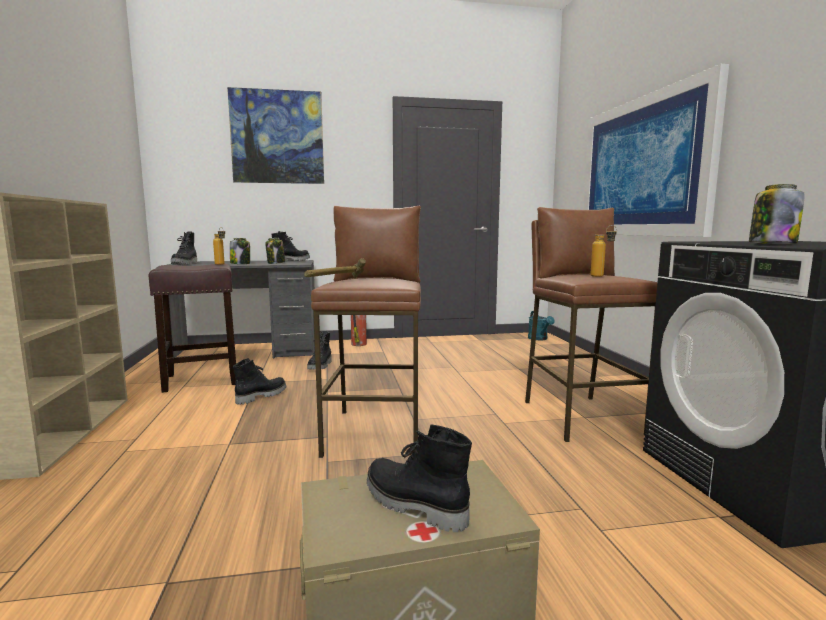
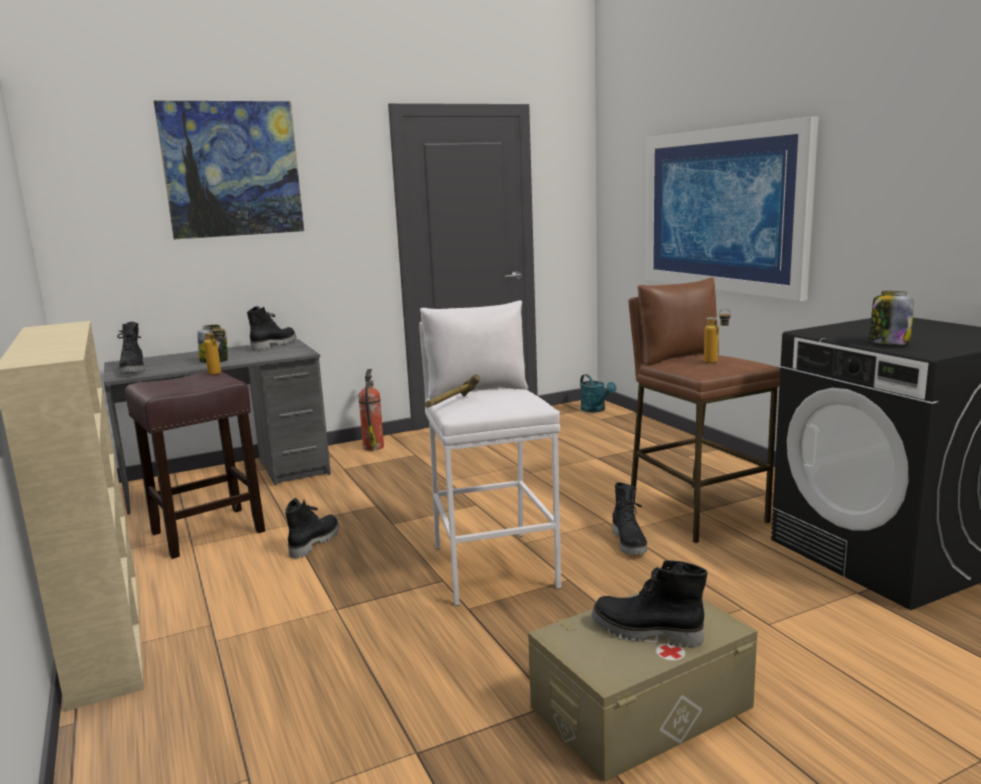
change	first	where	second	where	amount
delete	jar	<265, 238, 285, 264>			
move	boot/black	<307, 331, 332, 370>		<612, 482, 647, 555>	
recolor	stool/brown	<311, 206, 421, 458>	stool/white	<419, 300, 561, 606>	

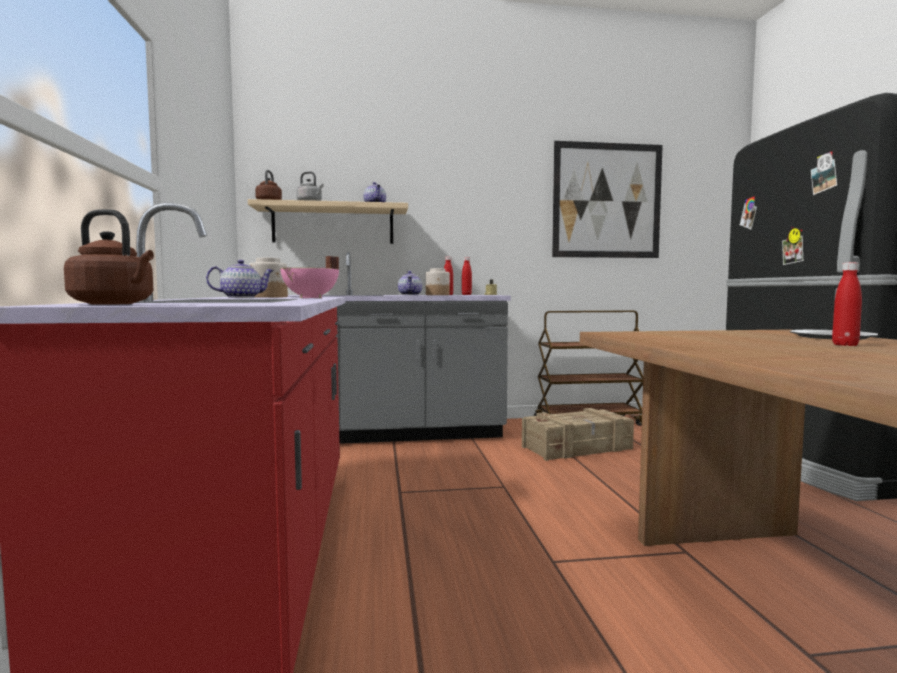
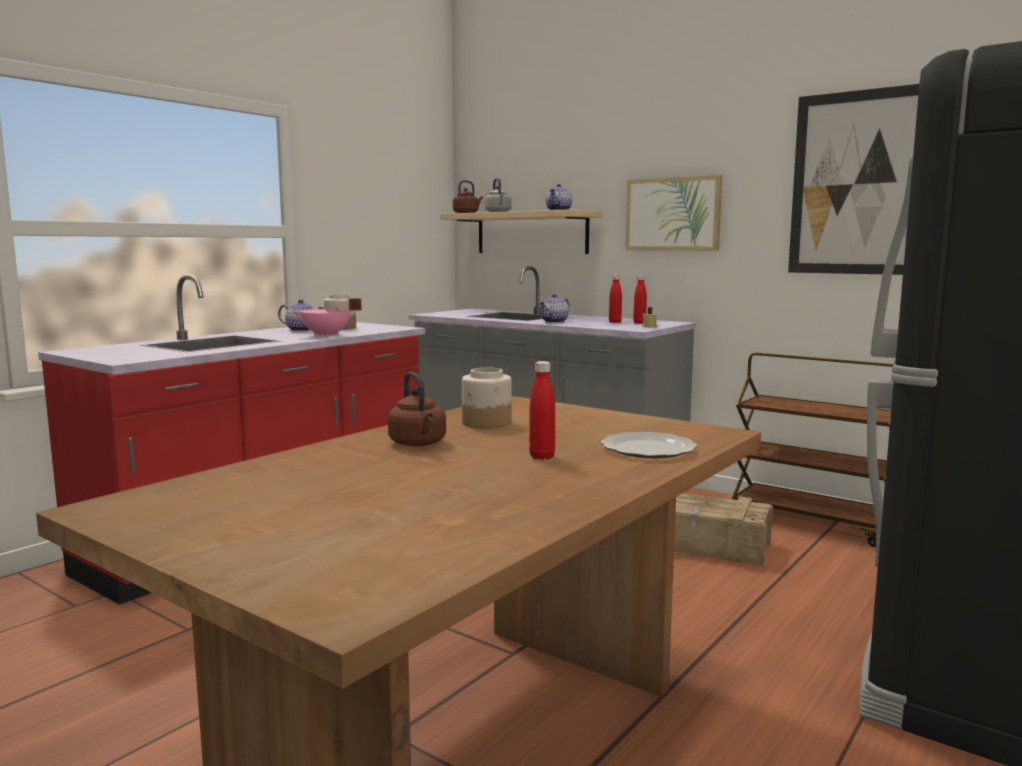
change	first	where	second	where	amount
move	kettle/brown	<64, 209, 154, 305>		<388, 372, 446, 446>	
move	jar	<426, 268, 450, 295>		<462, 367, 512, 429>	
insert			picture	<625, 175, 722, 251>	

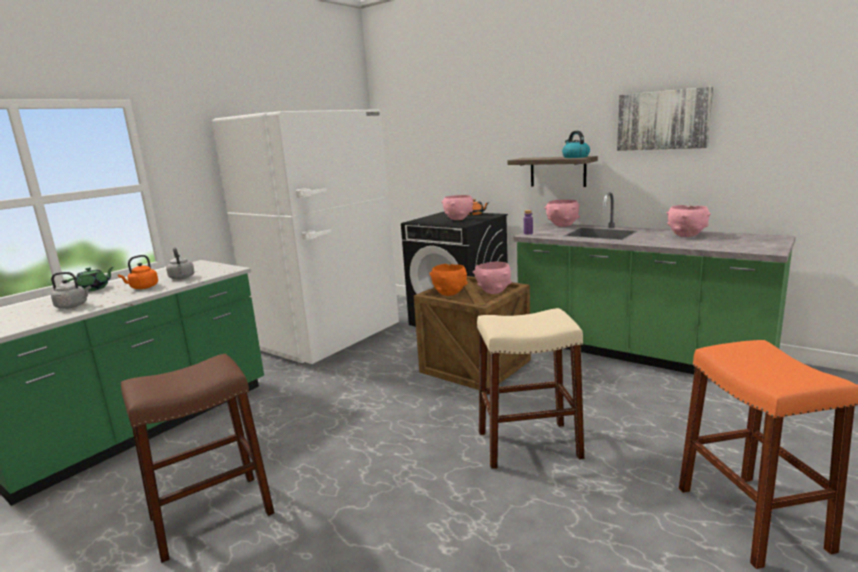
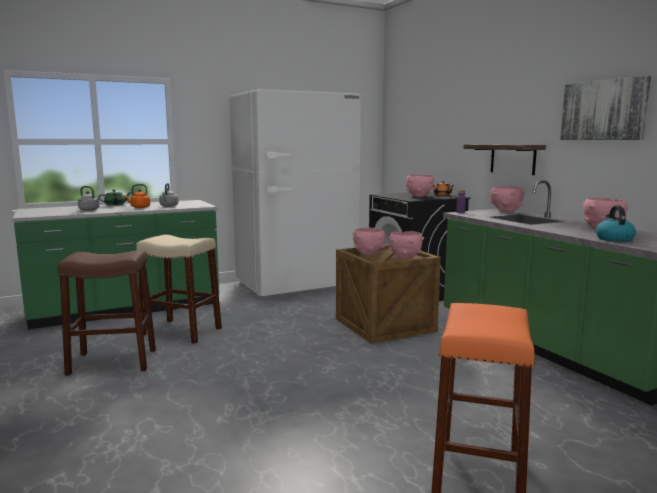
change	first	where	second	where	amount
recolor	bowl/orange	<429, 264, 468, 296>	bowl/pink	<353, 228, 385, 255>	
move	stool/beige	<477, 308, 585, 469>		<136, 235, 222, 344>	
move	kettle	<562, 131, 590, 158>		<596, 206, 636, 242>	

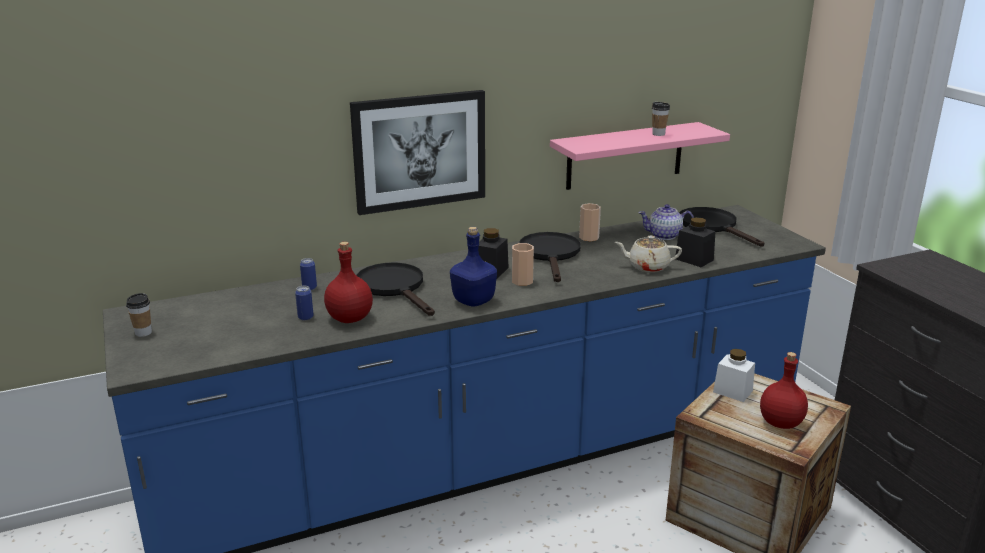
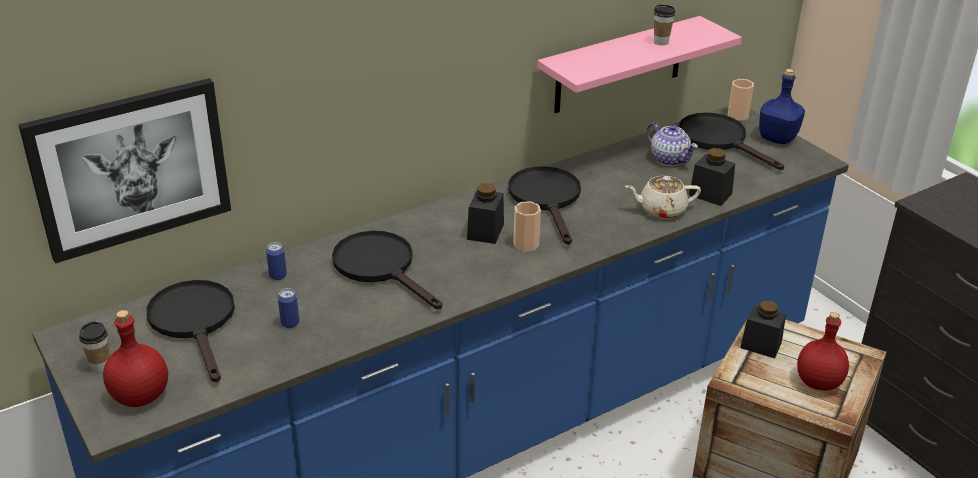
change	first	where	second	where	amount
move	bottle/red	<324, 242, 373, 323>		<103, 310, 168, 407>	
move	picture	<350, 90, 485, 215>		<18, 78, 231, 263>	
move	bottle/blue	<450, 227, 497, 307>		<759, 69, 805, 144>	
move	cup	<579, 203, 601, 242>		<728, 79, 754, 121>	
rotate	teapot	<638, 204, 694, 240>		<646, 123, 698, 166>	120 degrees counterclockwise
recolor	jar/white	<713, 349, 755, 402>	jar/black	<740, 301, 786, 358>	
insert			frying pan/black	<146, 280, 235, 382>	

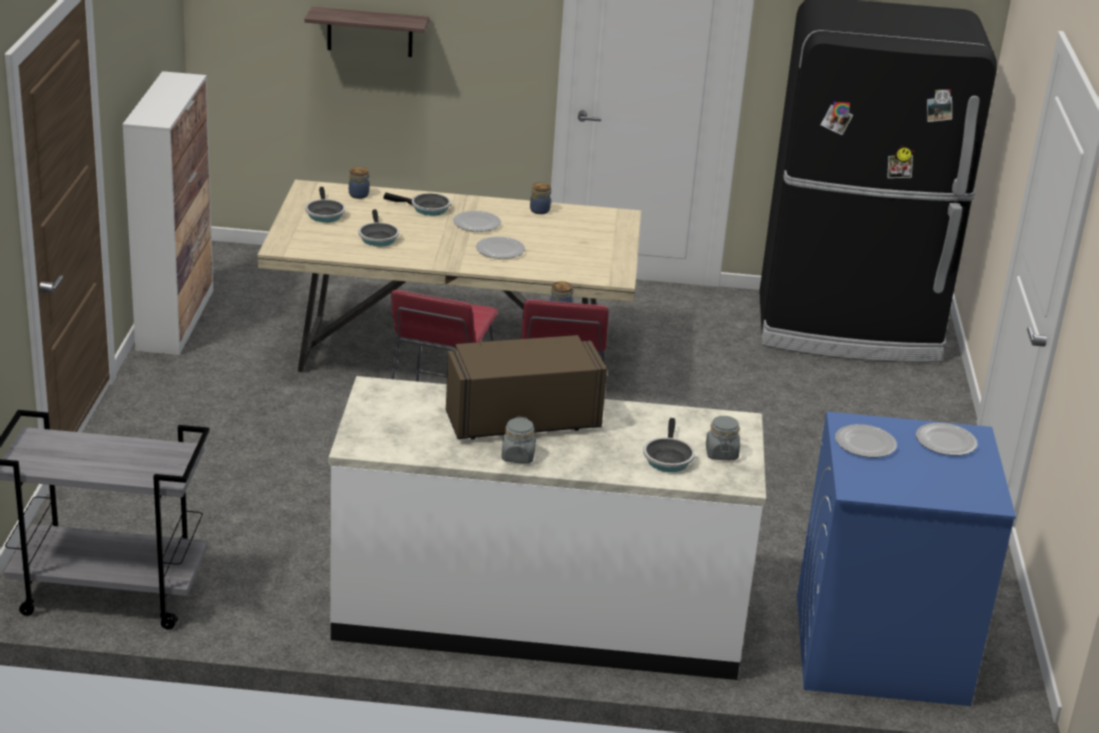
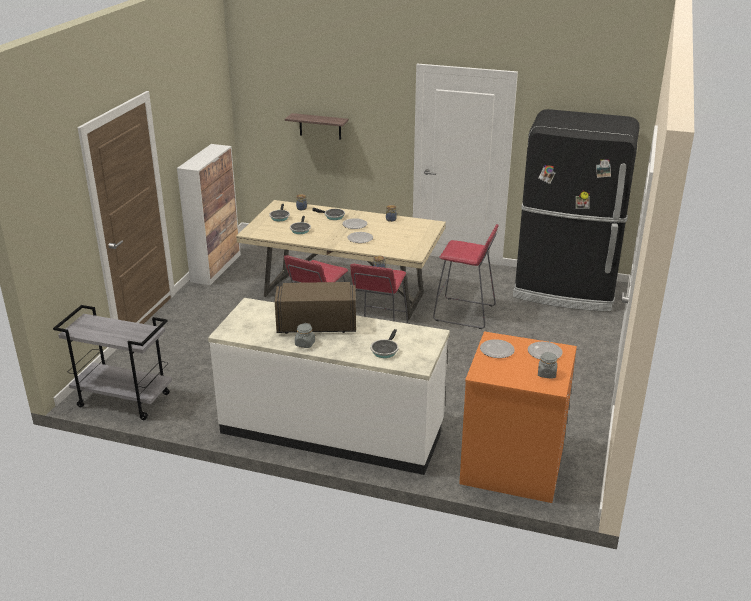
change	first	where	second	where	amount
move	jar/grey	<706, 416, 740, 460>		<538, 352, 557, 379>	
recolor	washing machine/blue	<797, 412, 1016, 706>	washing machine/orange	<459, 331, 577, 503>	
insert			stool/red	<433, 224, 499, 329>	

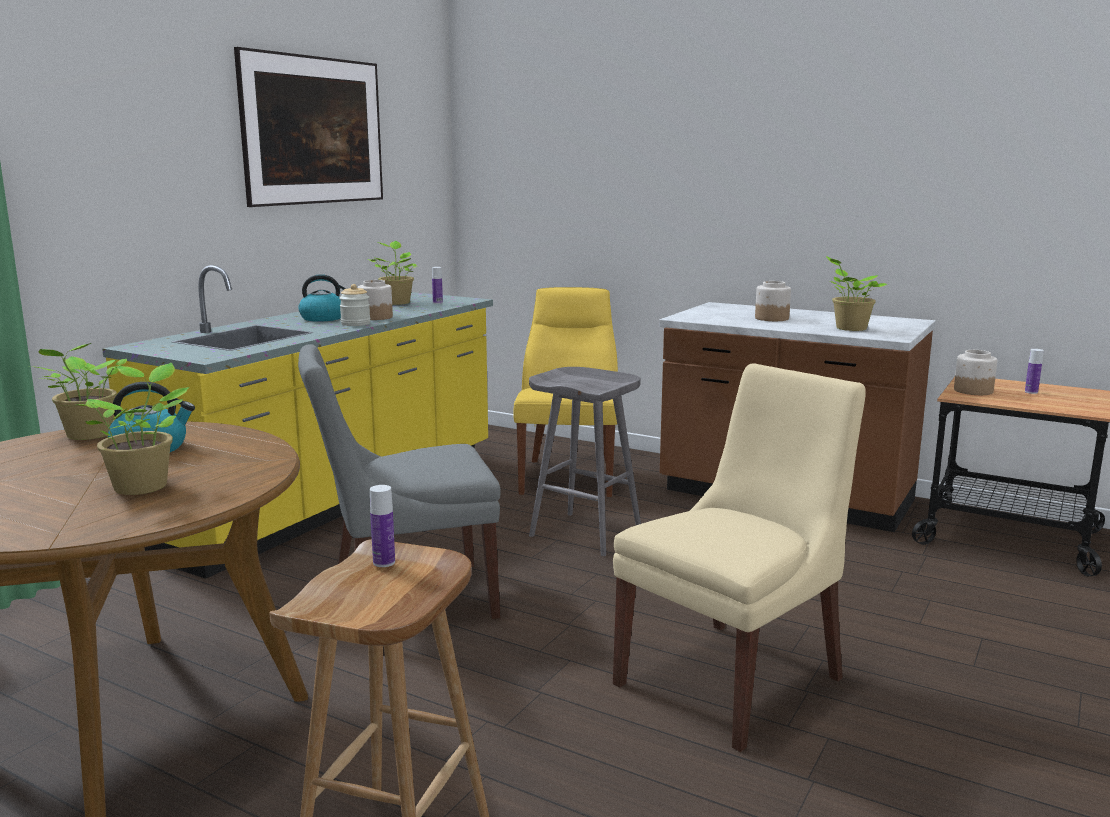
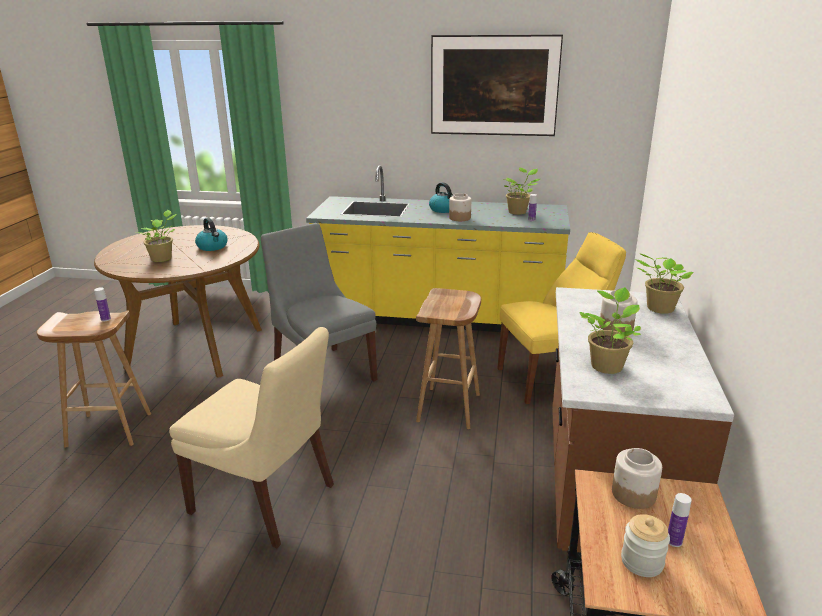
change	first	where	second	where	amount
move	potted plant	<30, 343, 127, 440>		<635, 253, 694, 314>	
move	jar	<339, 284, 370, 326>		<621, 514, 670, 577>	
recolor	stool/grey	<529, 367, 641, 556>	stool/brown	<416, 288, 481, 429>	

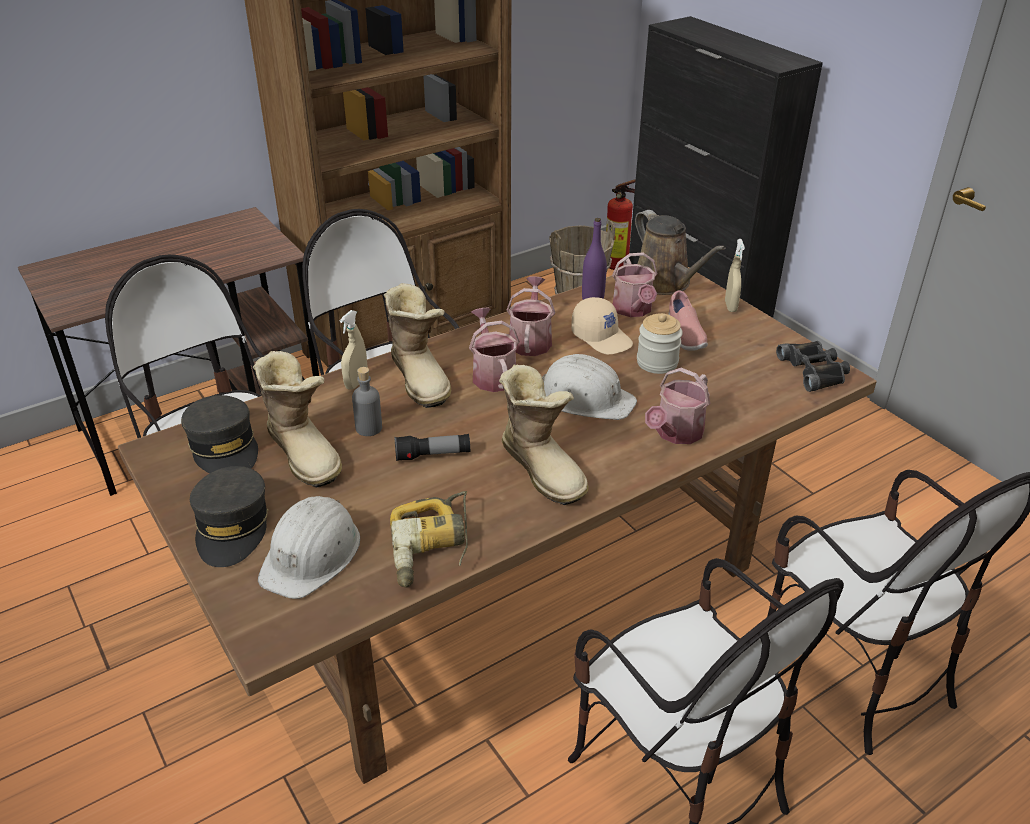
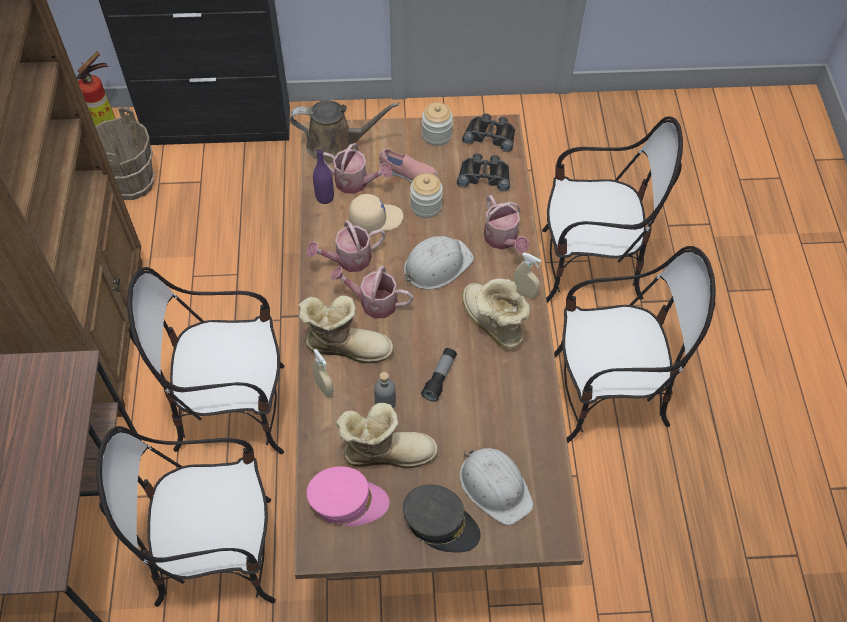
change	first	where	second	where	amount
recolor	cap/grey	<181, 395, 258, 474>	cap/pink	<307, 466, 389, 526>	
delete	power drill	<390, 491, 468, 588>			
rotate	boot	<499, 365, 589, 505>		<462, 279, 530, 349>	120 degrees counterclockwise
rotate	watering can	<506, 276, 555, 356>		<306, 220, 385, 272>	60 degrees counterclockwise
move	spray bottle/beige	<725, 239, 745, 312>		<513, 253, 541, 299>	
insert			jar	<422, 102, 453, 146>	
insert			binoculars/black	<457, 153, 510, 192>	

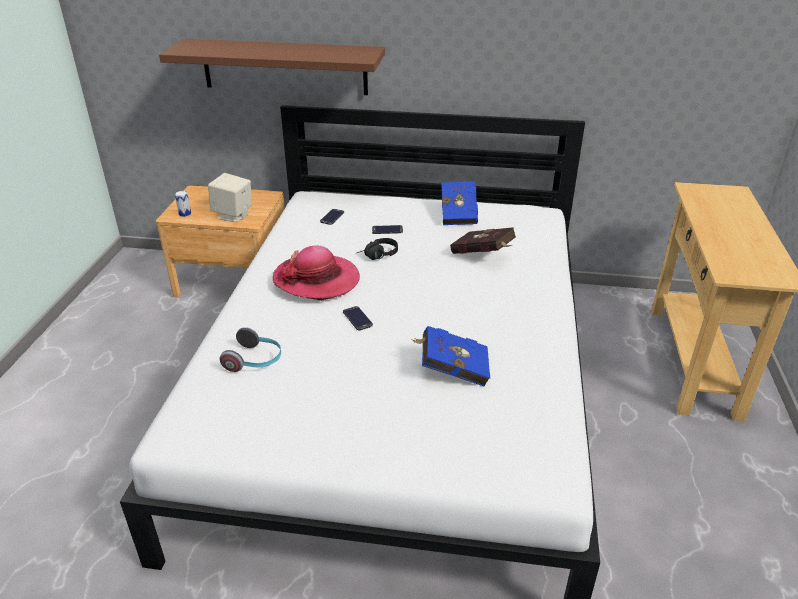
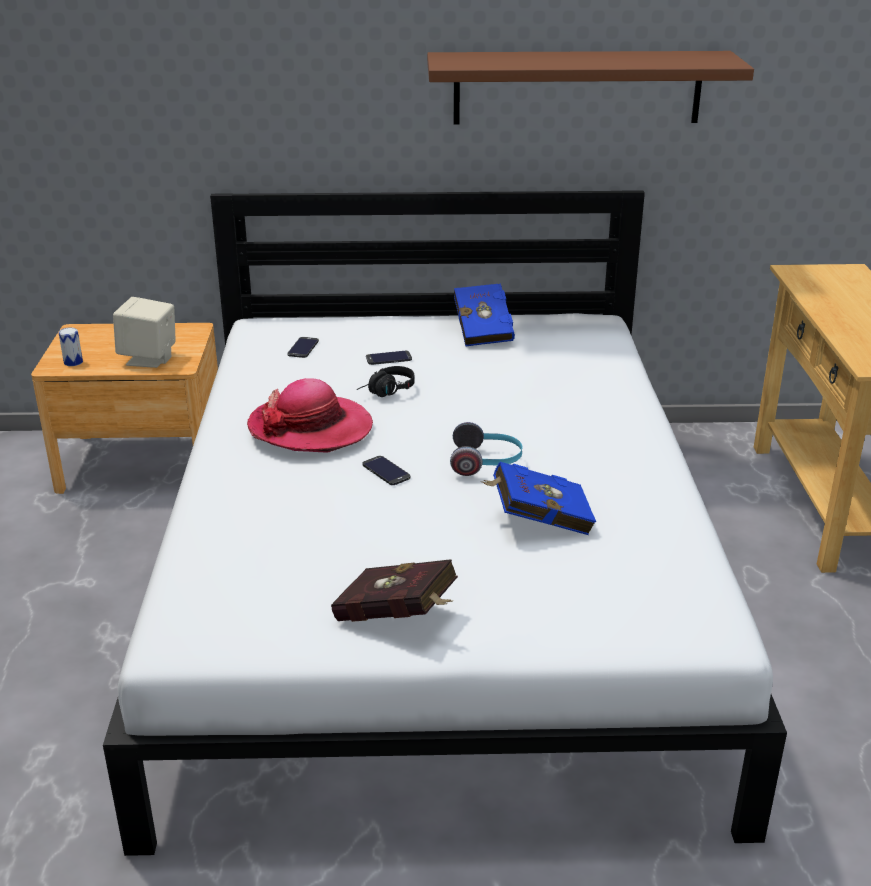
change	first	where	second	where	amount
move	shelf/brown	<159, 39, 385, 95>		<427, 51, 754, 125>	
move	headphones	<220, 327, 281, 372>		<450, 422, 523, 476>	
move	book/red	<450, 227, 516, 254>		<331, 559, 458, 622>	

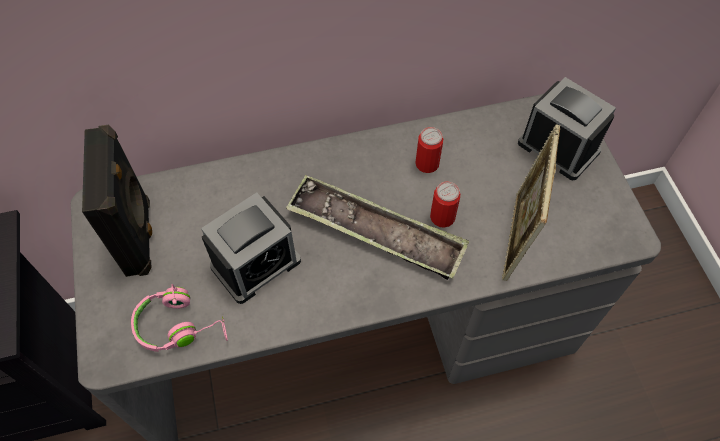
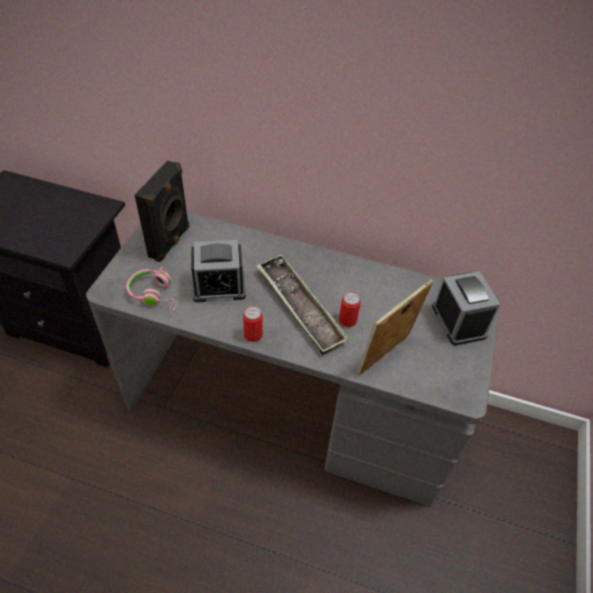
change	first	where	second	where	amount
move	can	<415, 127, 443, 173>		<243, 306, 263, 342>	

